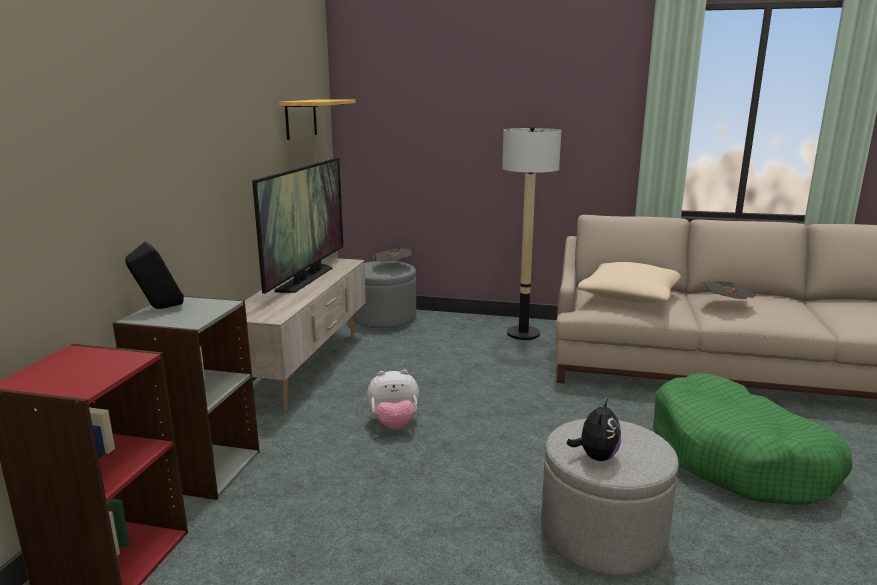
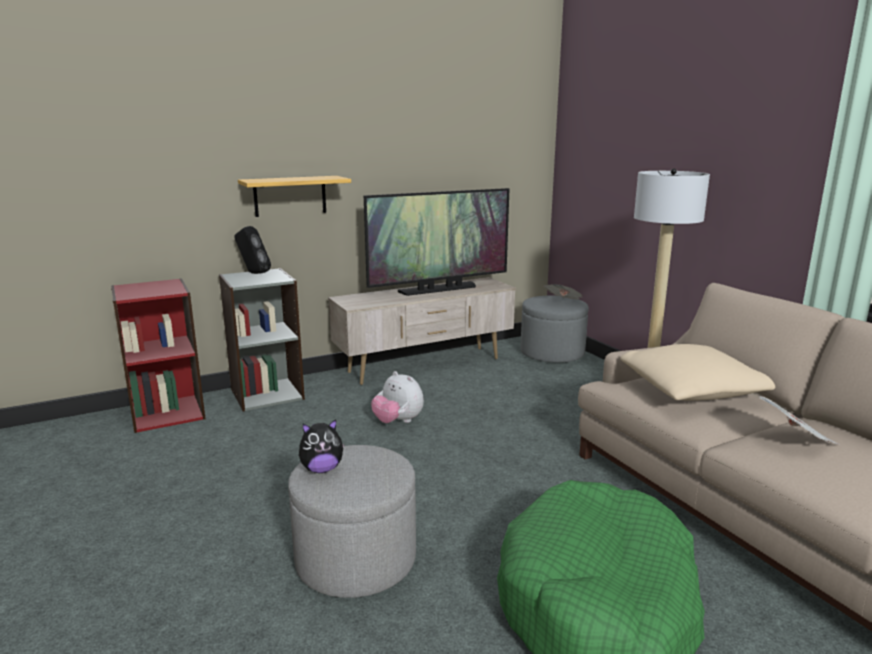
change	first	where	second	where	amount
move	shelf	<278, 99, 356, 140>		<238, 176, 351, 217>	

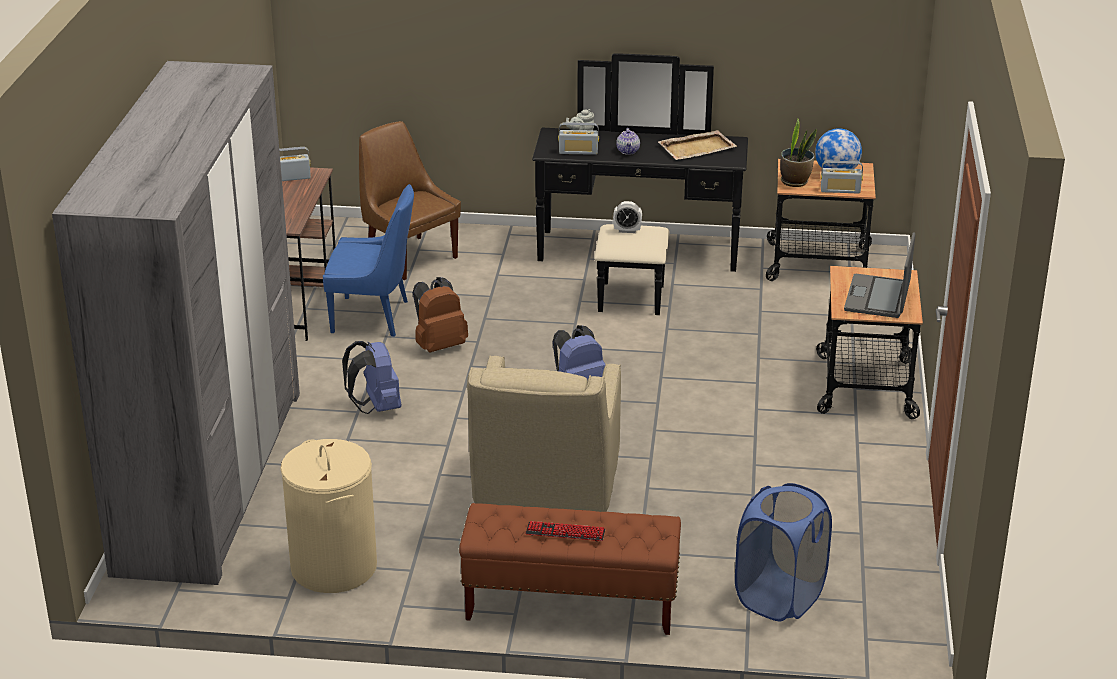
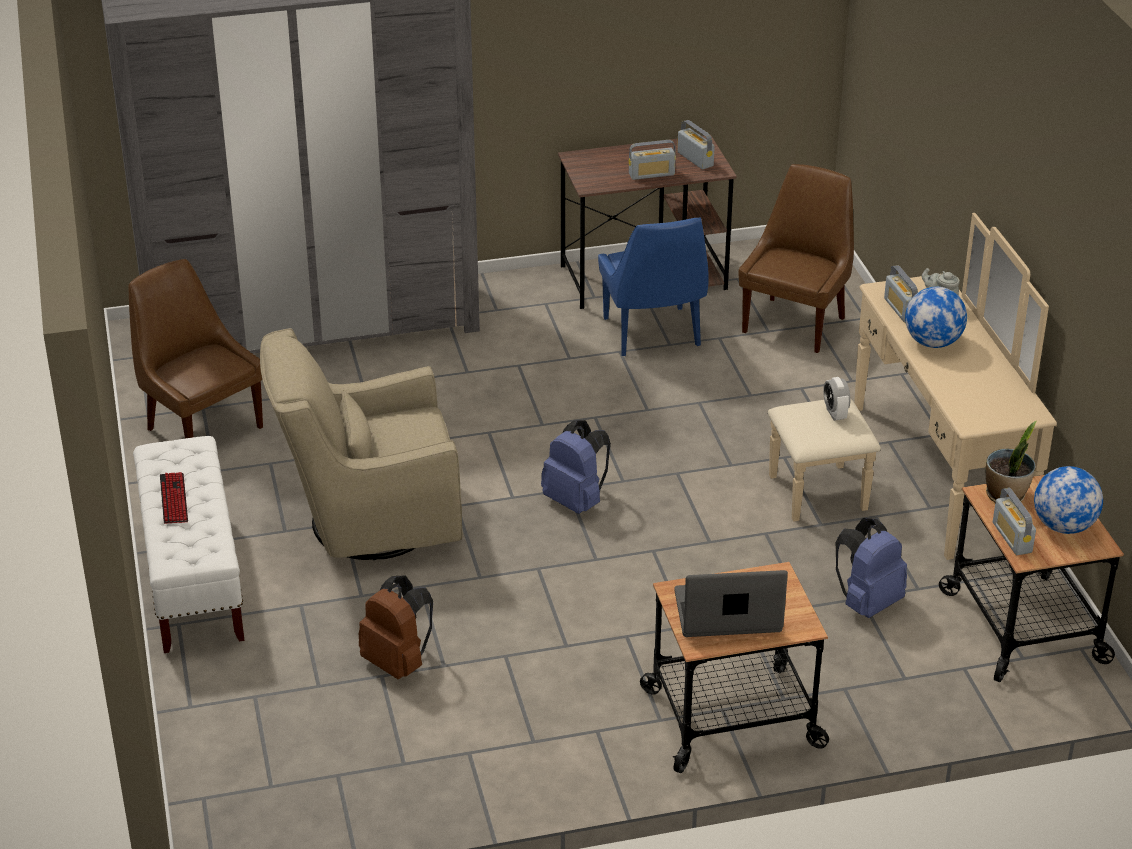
change	first	where	second	where	amount
replace	laundry basket/beige	<280, 439, 377, 593>	chair/brown	<129, 259, 263, 438>	
move	backpack/blue	<342, 341, 401, 414>		<836, 518, 907, 618>	
move	backpack/brown	<413, 277, 468, 352>		<359, 575, 433, 679>	
recolor	bench/brown	<459, 503, 681, 635>	bench/white	<133, 436, 244, 653>	
recolor	dresser/black	<532, 53, 748, 315>	dresser/beige	<768, 213, 1057, 560>	
replace	teapot	<616, 128, 640, 155>	globe	<905, 287, 967, 348>	
delete	tray/beige	<658, 130, 737, 160>			
delete	laundry basket/blue	<735, 483, 832, 621>			
insert			radio	<629, 140, 676, 180>	

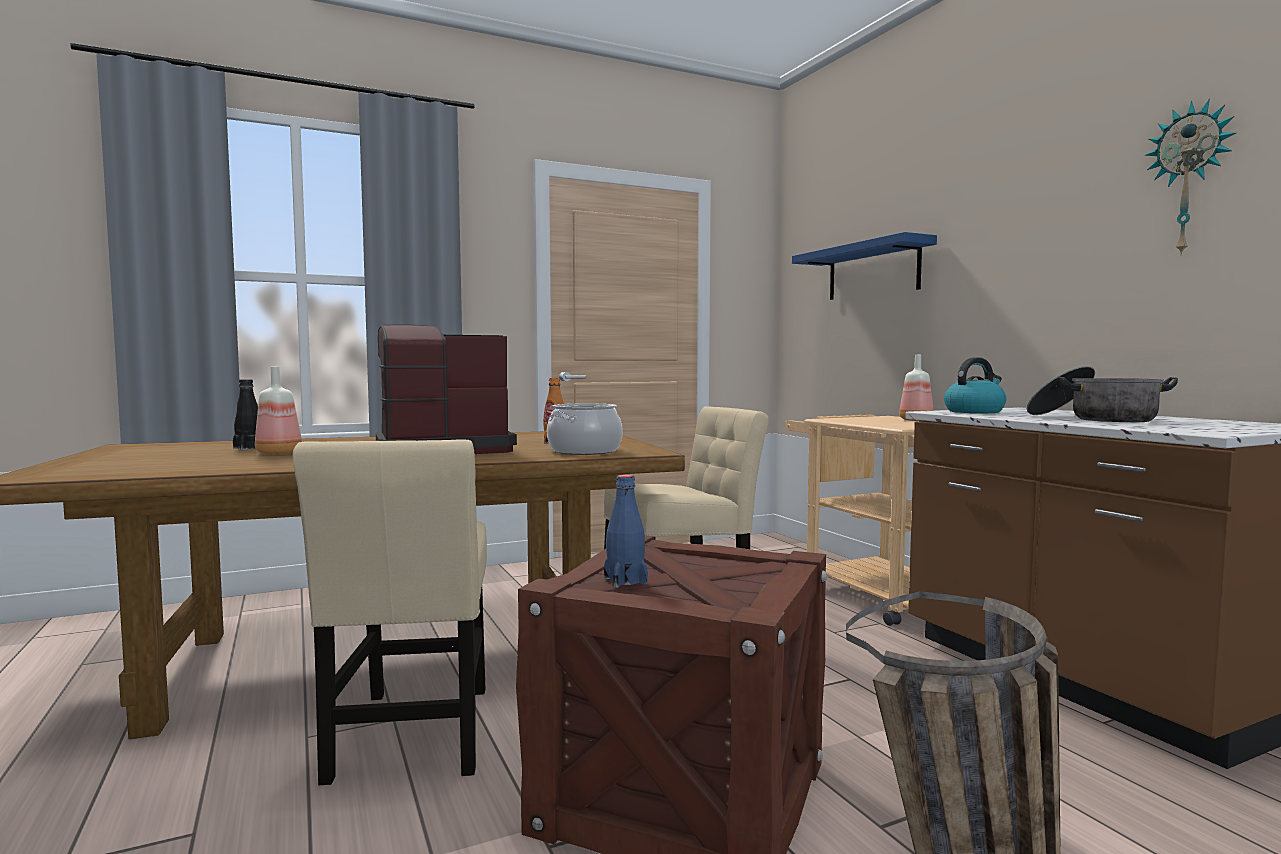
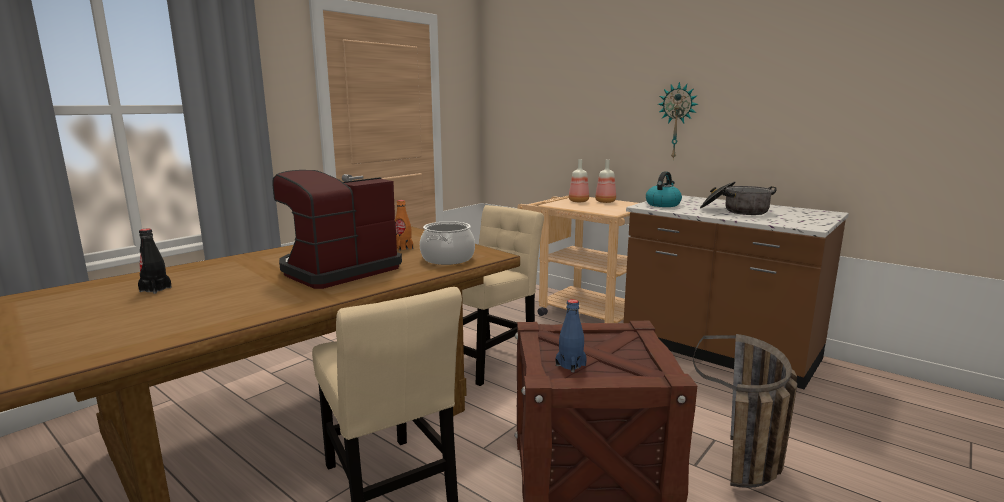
change	first	where	second	where	amount
move	bottle	<255, 367, 302, 455>		<569, 159, 589, 202>	
delete	shelf/blue	<792, 232, 937, 300>			
move	wall clock	<1144, 99, 1236, 256>		<658, 82, 698, 159>	

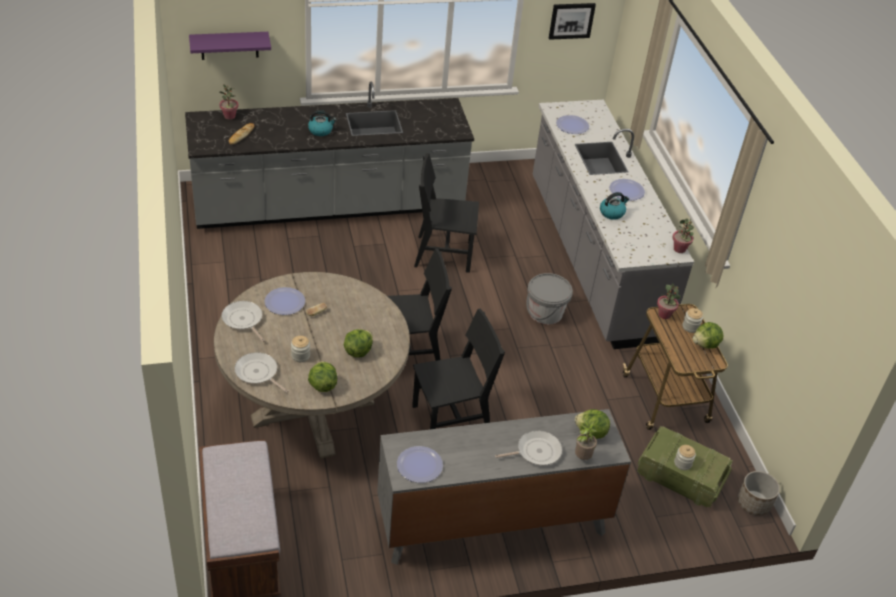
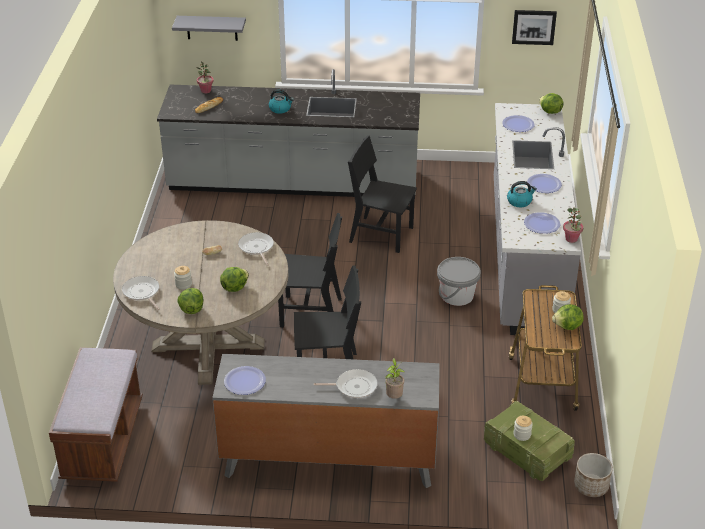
change	first	where	second	where	amount
recolor	shelf/purple	<189, 32, 271, 60>	shelf/grey	<172, 16, 246, 41>	
move	frying pan	<222, 301, 265, 342>		<238, 232, 274, 266>	
move	plate	<264, 287, 305, 315>		<524, 212, 560, 234>	
move	lettuce	<575, 409, 610, 439>		<539, 93, 564, 114>	
delete	potted plant	<657, 283, 681, 319>			

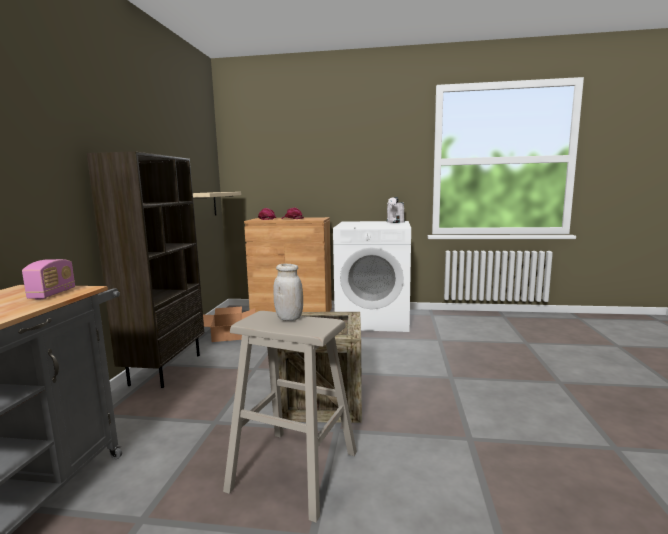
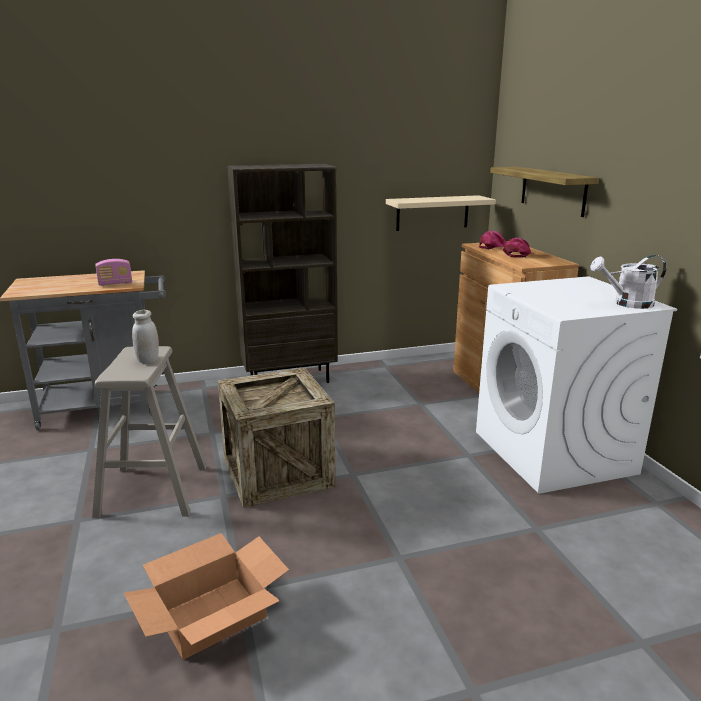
change	first	where	second	where	amount
move	cardboard box	<203, 306, 255, 342>		<124, 533, 289, 659>	
insert			shelf	<490, 167, 599, 217>	

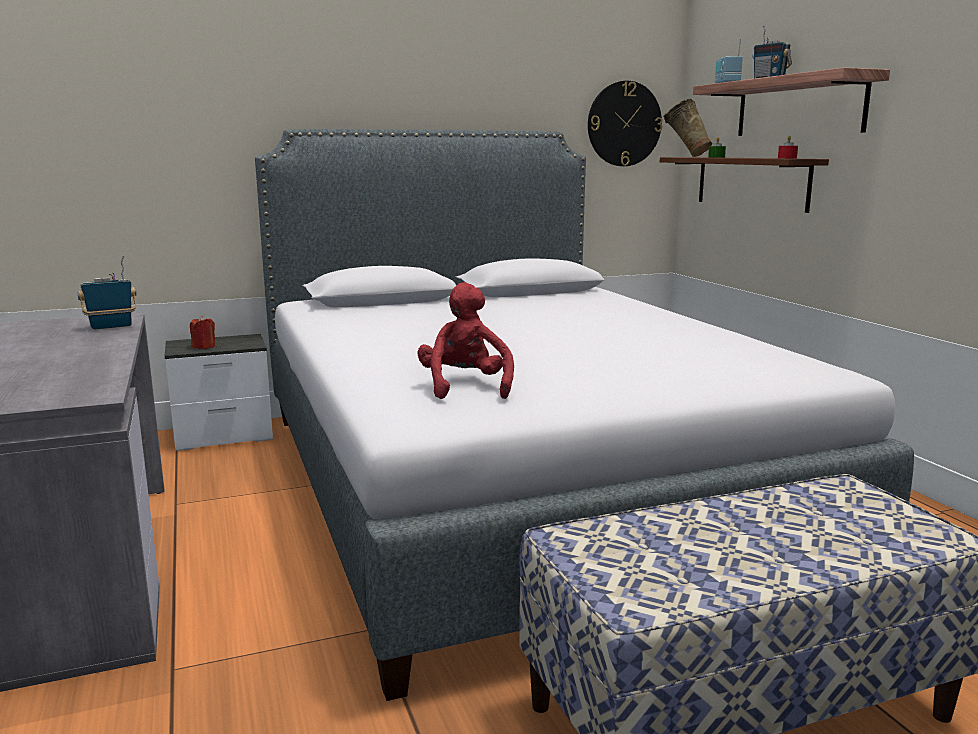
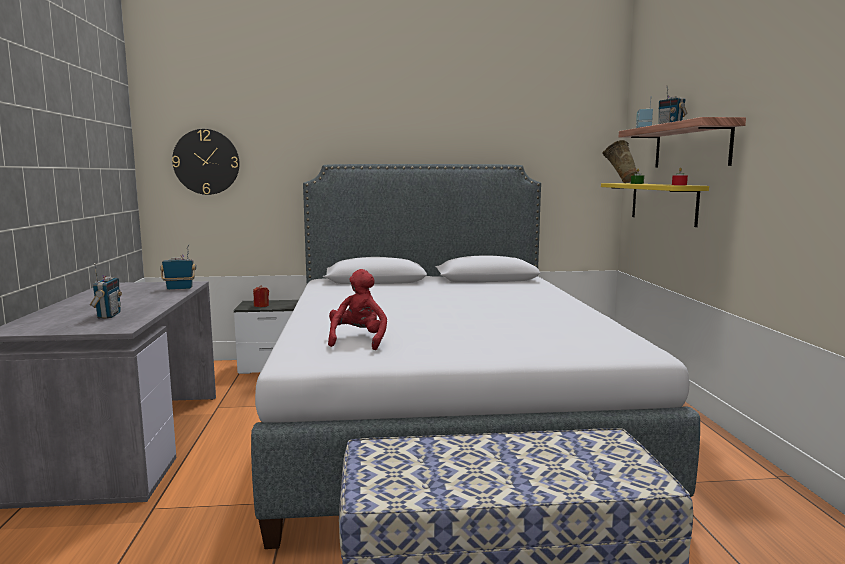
change	first	where	second	where	amount
move	wall clock	<588, 81, 663, 166>		<172, 129, 240, 195>	
recolor	shelf/brown	<660, 157, 829, 213>	shelf/yellow	<601, 183, 709, 227>	
insert			radio	<90, 263, 122, 319>	

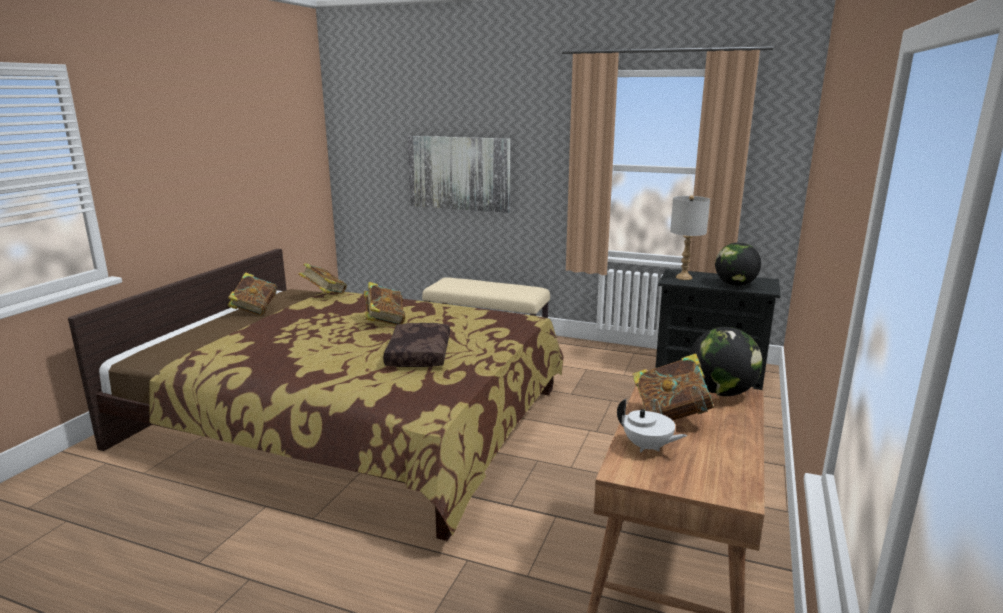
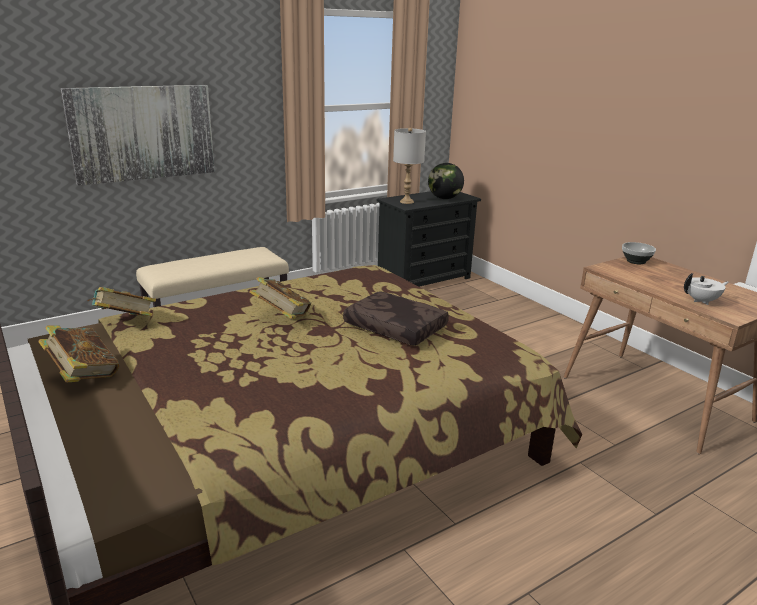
change	first	where	second	where	amount
delete	book	<632, 353, 720, 420>			
replace	globe	<690, 327, 762, 396>	bowl	<622, 242, 656, 264>	

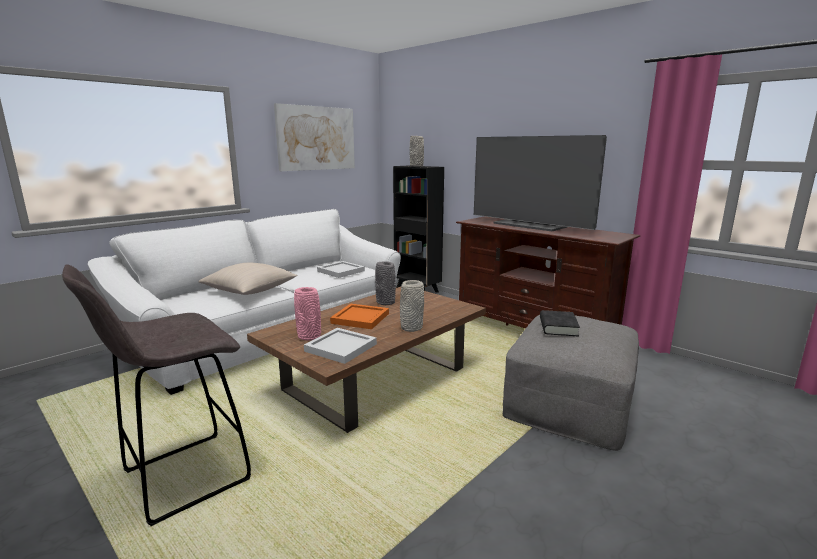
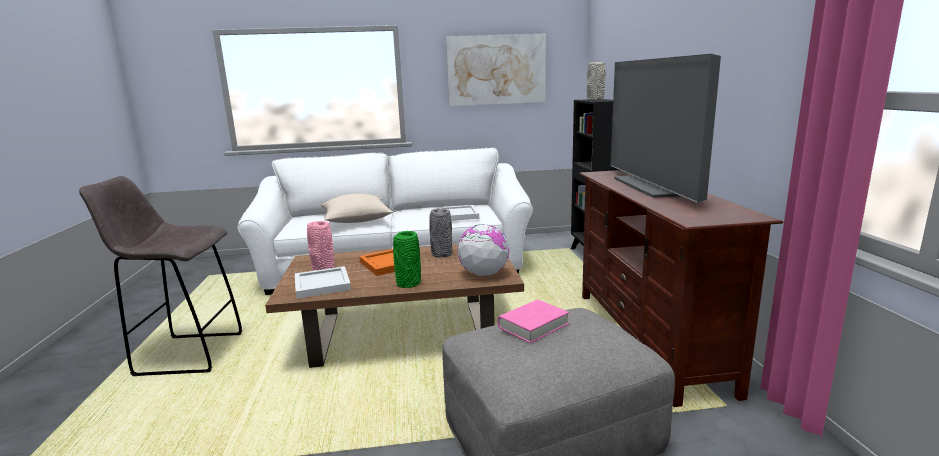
change	first	where	second	where	amount
recolor	vase/grey	<400, 280, 424, 332>	vase/green	<393, 231, 421, 288>	
recolor	book/black	<540, 310, 580, 337>	book/pink	<498, 300, 569, 343>	
insert			globe	<457, 224, 510, 276>	

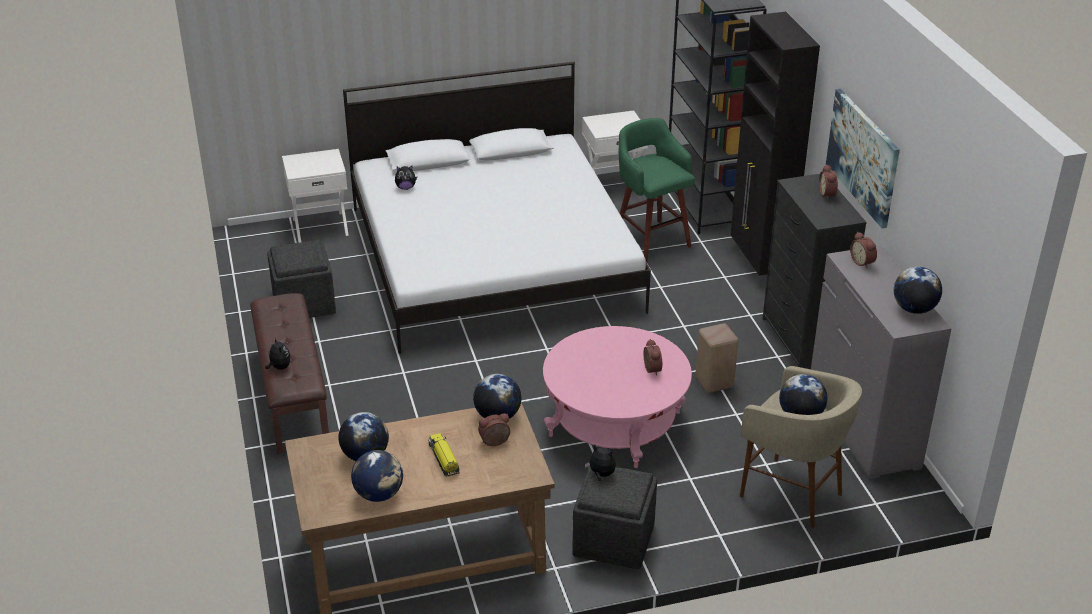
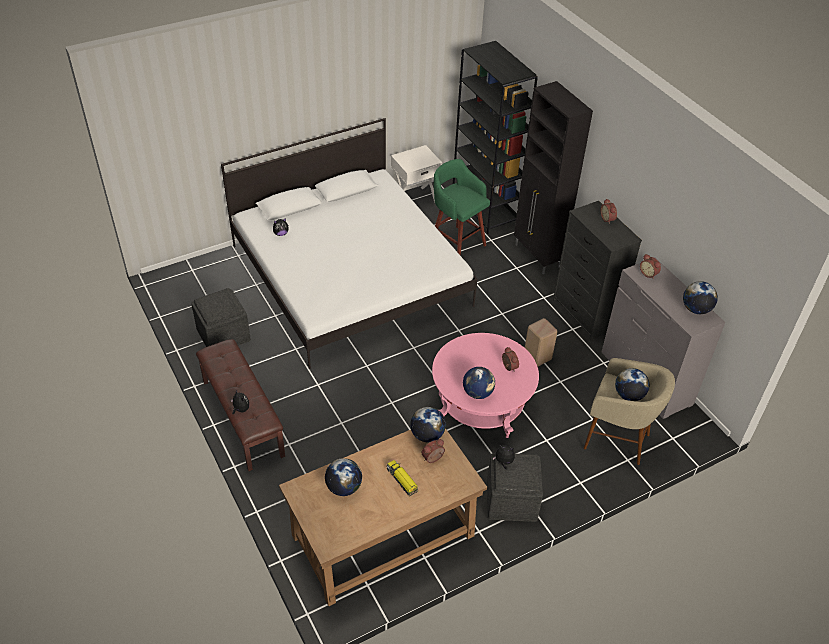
change	first	where	second	where	amount
delete	nightstand/white	<282, 149, 349, 243>			
move	globe	<351, 450, 403, 502>		<463, 367, 495, 399>	
delete	picture	<826, 89, 900, 228>			

